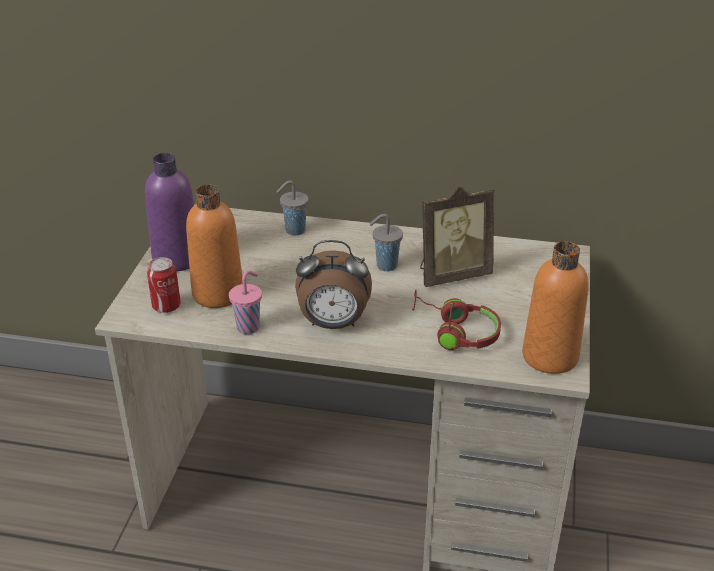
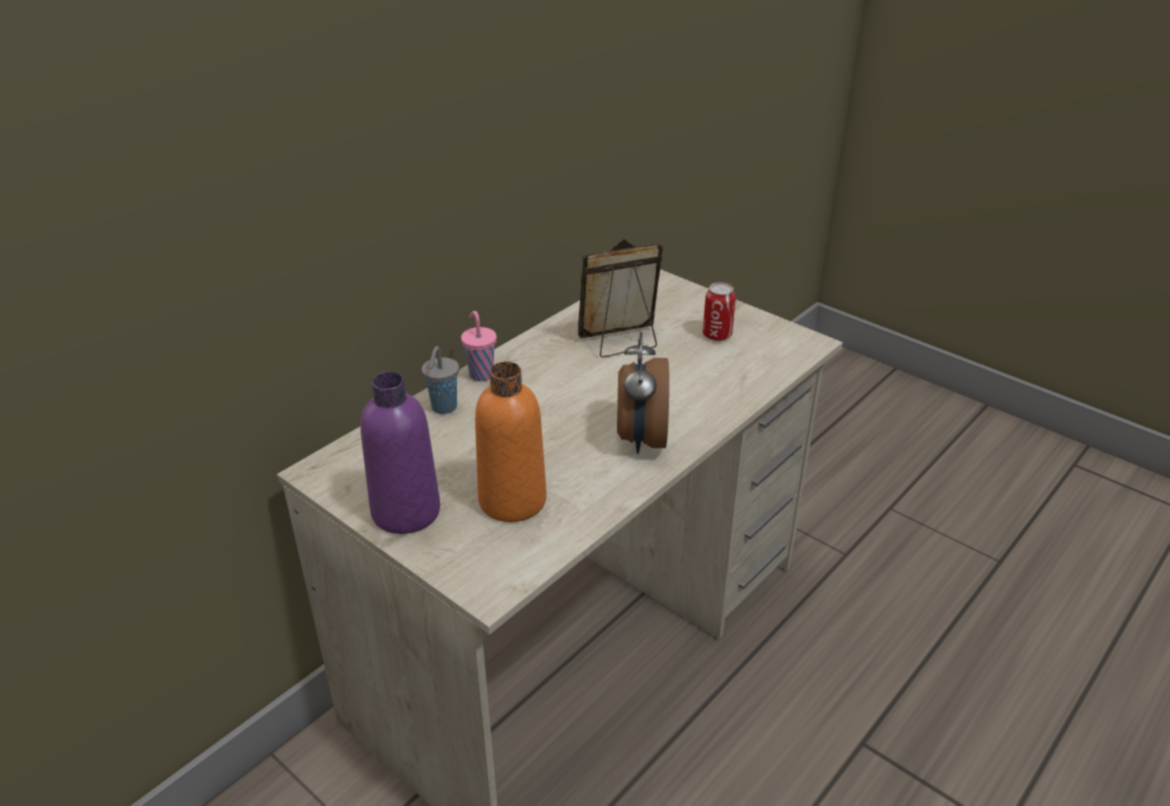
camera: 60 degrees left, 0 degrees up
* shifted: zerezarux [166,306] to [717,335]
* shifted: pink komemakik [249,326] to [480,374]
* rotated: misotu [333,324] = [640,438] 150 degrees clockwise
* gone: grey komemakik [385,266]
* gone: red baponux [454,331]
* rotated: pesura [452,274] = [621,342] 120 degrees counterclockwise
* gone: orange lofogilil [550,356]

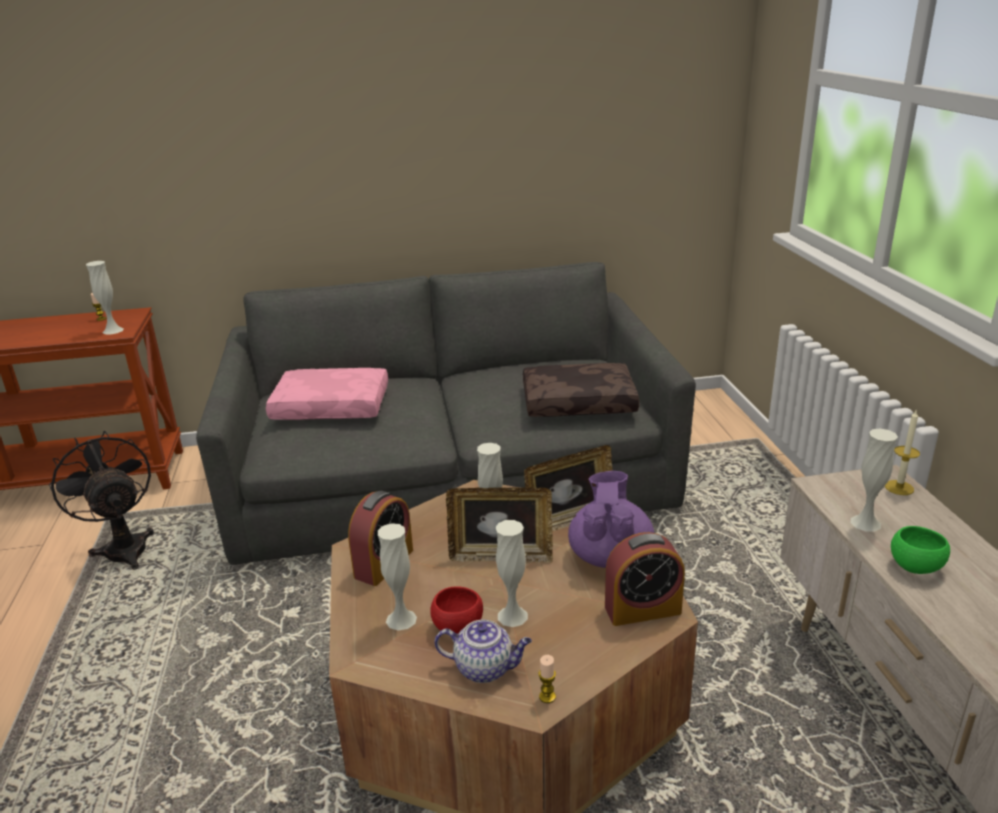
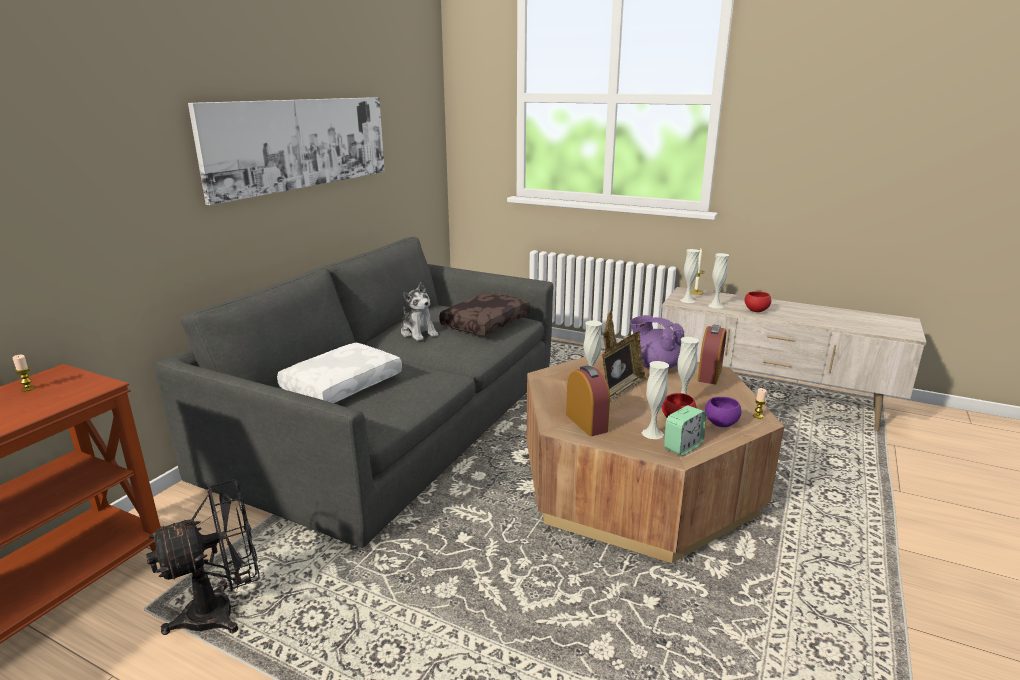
camera: 55 degrees left, 5 degrees down
* rotated: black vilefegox [123,547] = [223,611] 150 degrees clockwise
* shifted: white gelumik [113,330] to [687,300]
* repainted: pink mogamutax [332,406] to white mogamutax [342,384]
* swapped: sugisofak [485,668] to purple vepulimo [721,424]
* repainted: green vepulimo [915,567] to red vepulimo [756,310]
* new: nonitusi [301,143]
* new: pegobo [418,333]
* new: misotu [683,447]

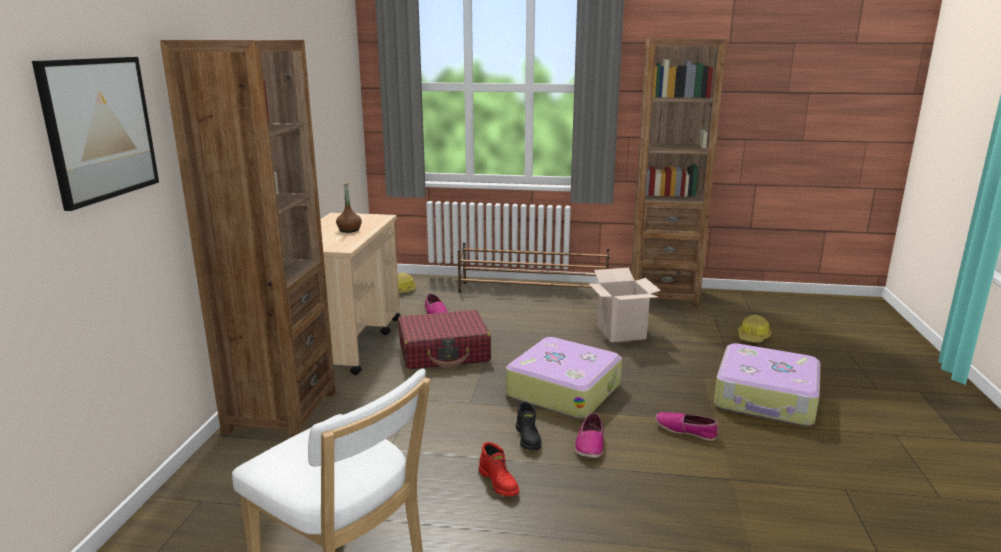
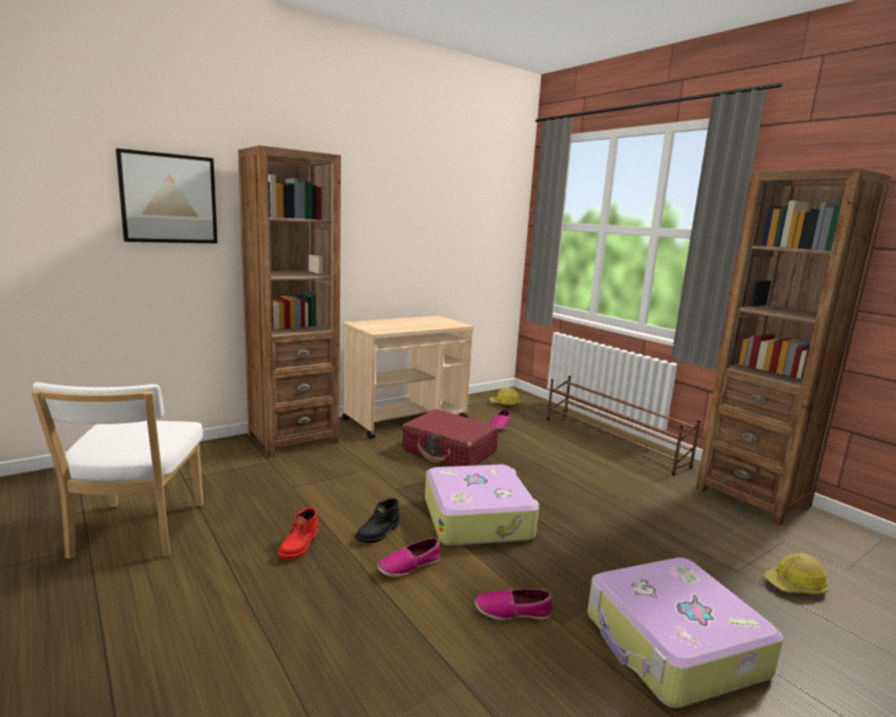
camera: 45 degrees right, 5 degrees down
* gone: brown lofogilil [349,230]
* gone: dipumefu [621,332]
* rotated: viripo [686,430] = [512,611] 75 degrees counterclockwise

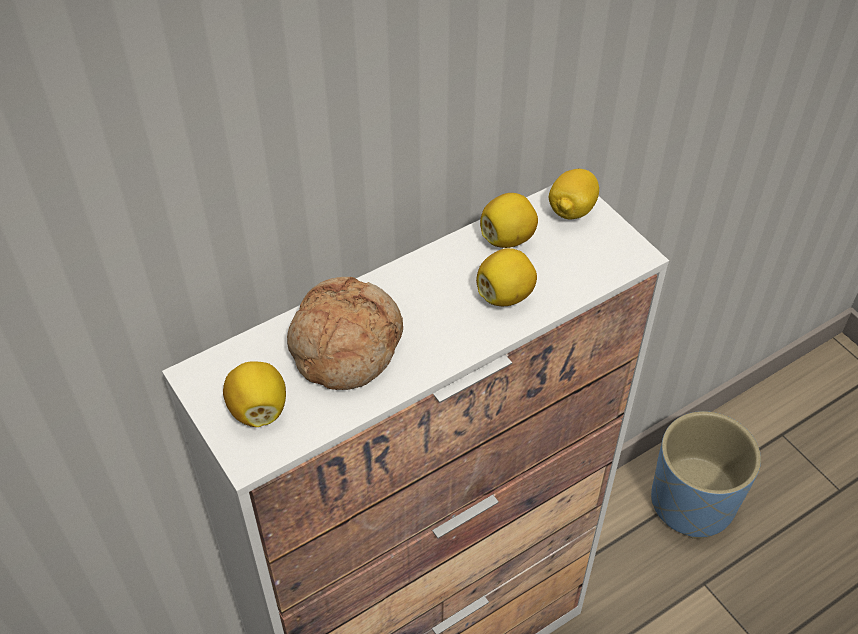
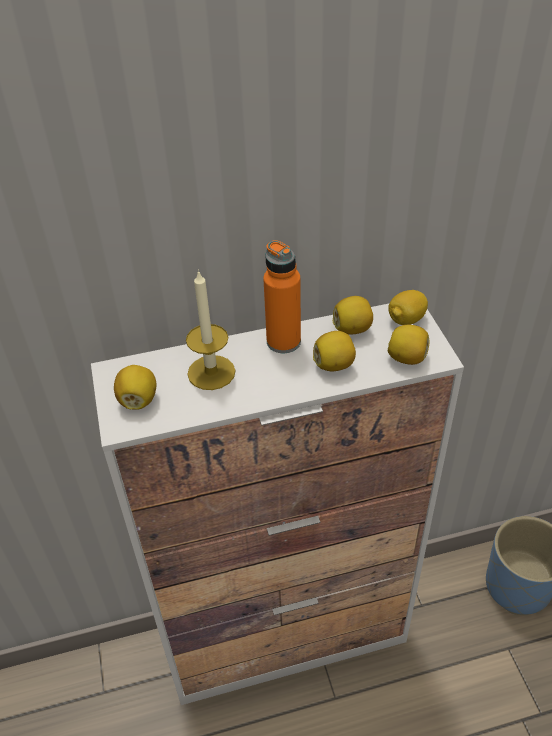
camera: 20 degrees right, 5 degrees down
* swapped: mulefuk [344,344] to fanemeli [211,372]
* new: orange lofogilil [283,342]
* new: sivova [407,358]

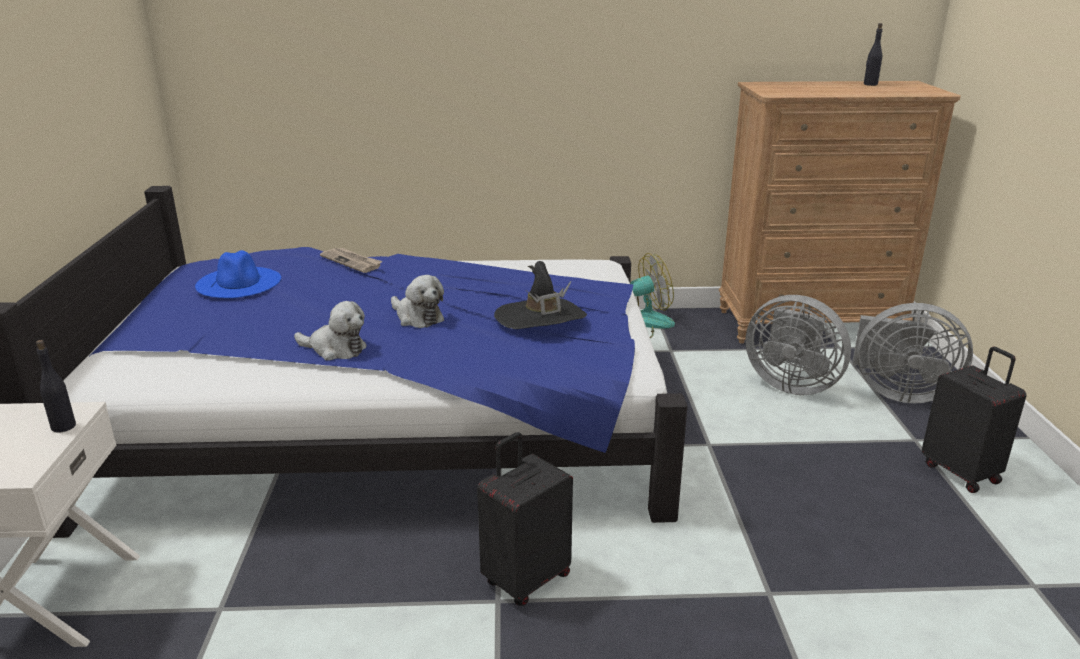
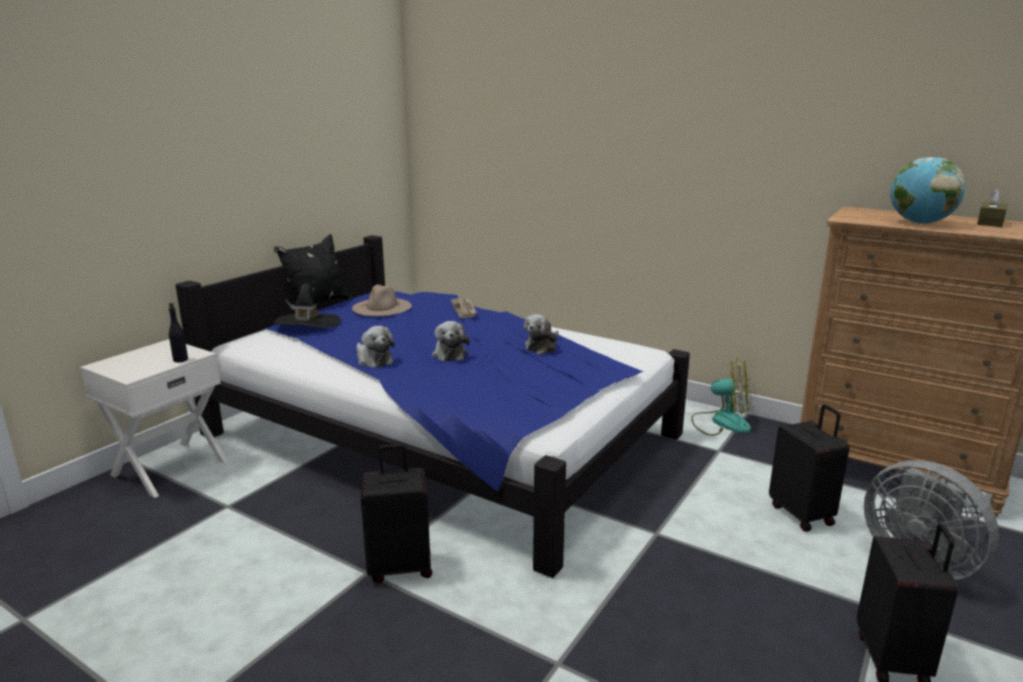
camera: 35 degrees right, 5 degrees down
* repainted: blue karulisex [239,282] to beige karulisex [382,307]
* shifted: black karulisex [540,318] to [307,324]
* swapped: grey vilefegox [791,384] to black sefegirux [802,514]
* swapped: black lofogilil [870,84] to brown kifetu [990,222]
* new: black mogamutax [317,305]
* new: pegobo [542,347]
* new: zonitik [920,223]

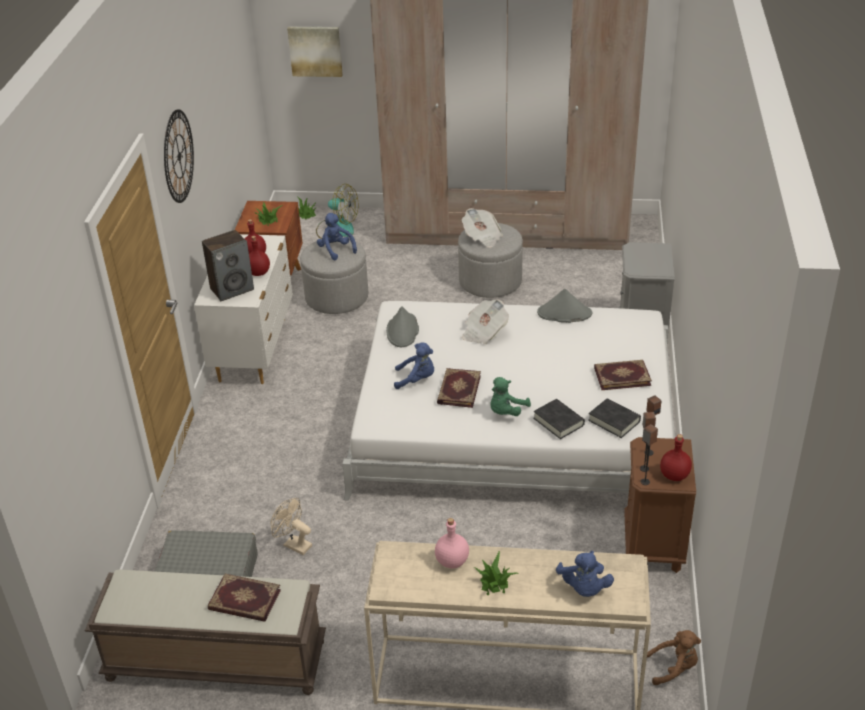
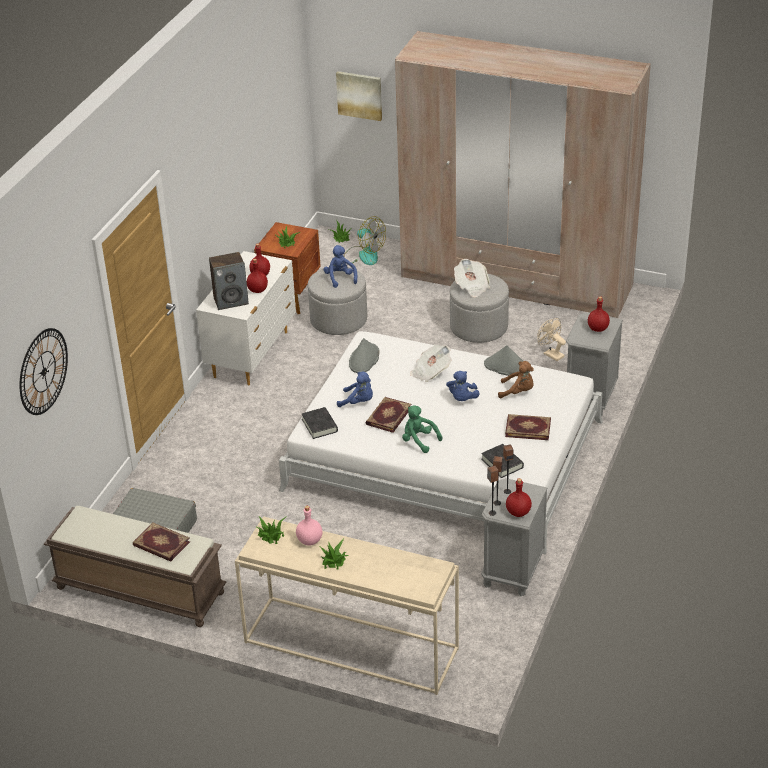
camera: 15 degrees right, 0 degrees up
* shifted: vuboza [178,156] to [43,371]
* shifted: beige vilefegox [293,544] to [551,354]
* rotated: green pegobo [506,412] = [419,441] 75 degrees clockwise
* shifted: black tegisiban [558,422] to [319,425]
* shifted: blue pegobo [584,588] to [462,399]
* repainted: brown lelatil [653,546] to grey lelatil [512,572]
* shifted: brown pegobo [674,668] to [518,392]
* new: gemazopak [271,535]
* new: red lofogilil [598,329]

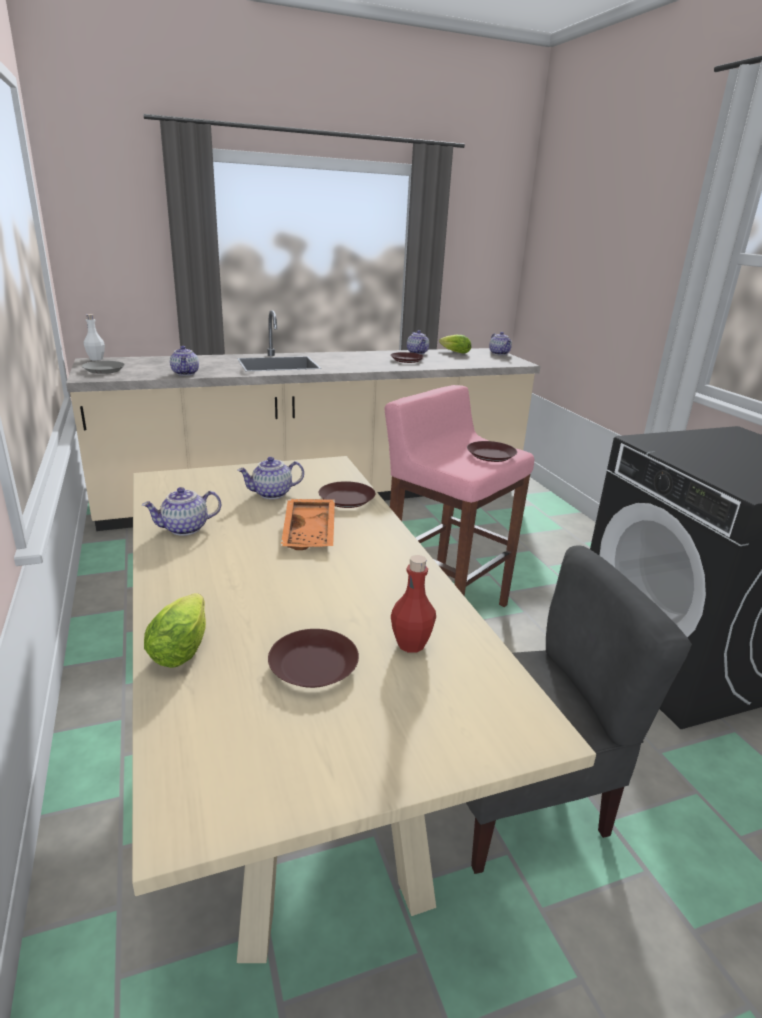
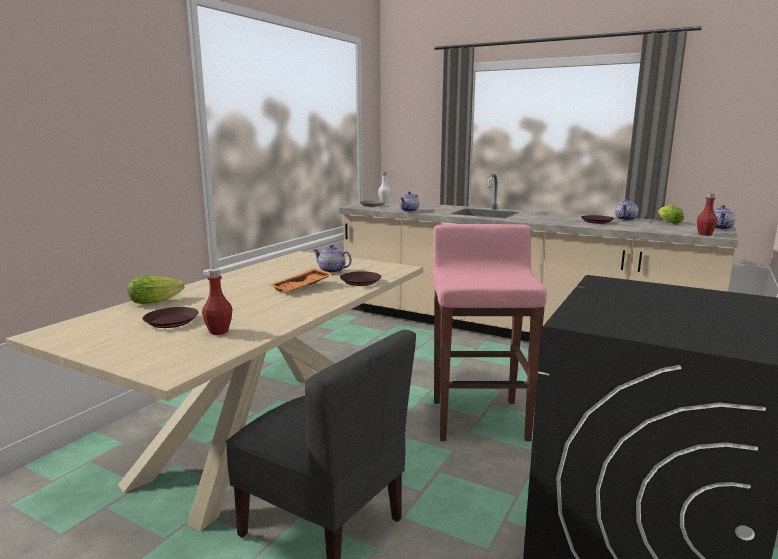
camera: 50 degrees right, 10 degrees down
* gone: sugisofak [185,529]
* gone: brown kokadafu [491,455]
* new: red lofogilil [704,234]

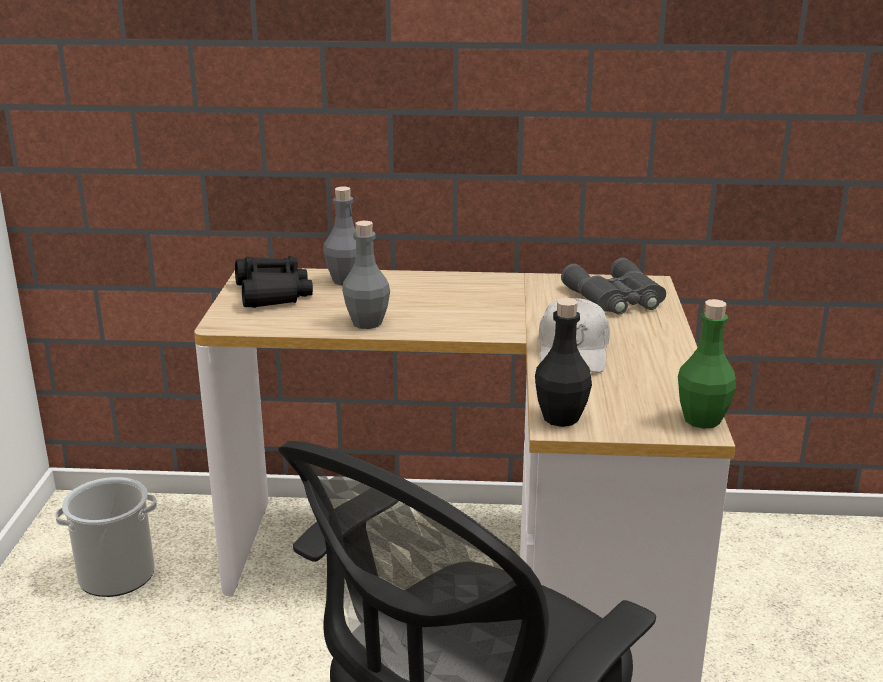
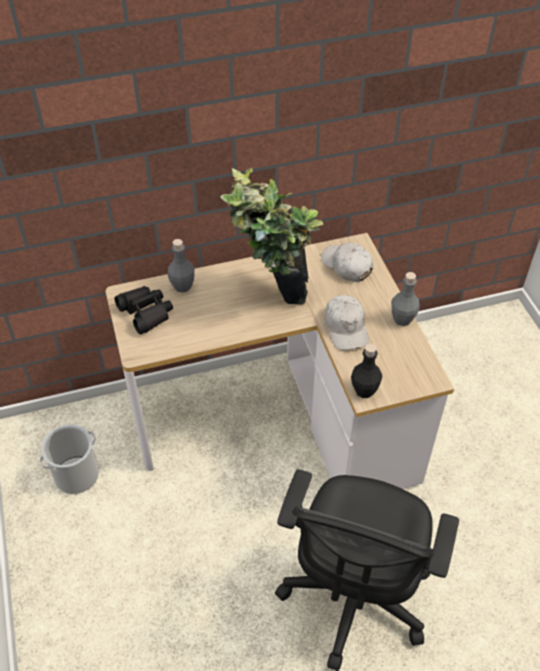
camera: 20 degrees left, 25 degrees up
* shifted: grey lofogilil [367,323] to [402,319]
* swapped: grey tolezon [615,298] to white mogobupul [347,266]
* gone: green lofogilil [702,420]
* new: gemazopak [272,297]

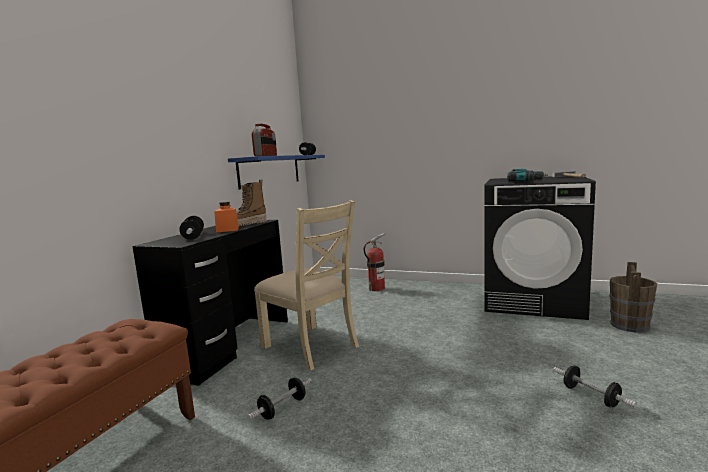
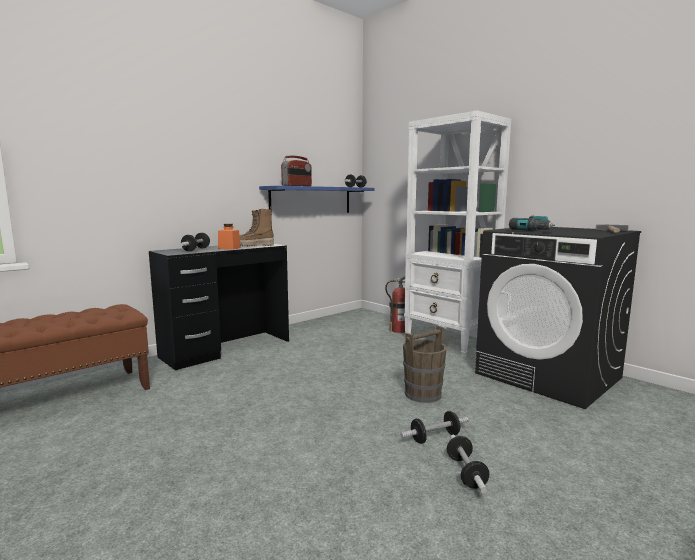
camera: 25 degrees right, 0 degrees up
* shifted: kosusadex [282,408] to [435,437]
* gone: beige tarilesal [311,346]
* shifted: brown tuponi [629,325] to [423,394]
* new: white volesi [450,342]

